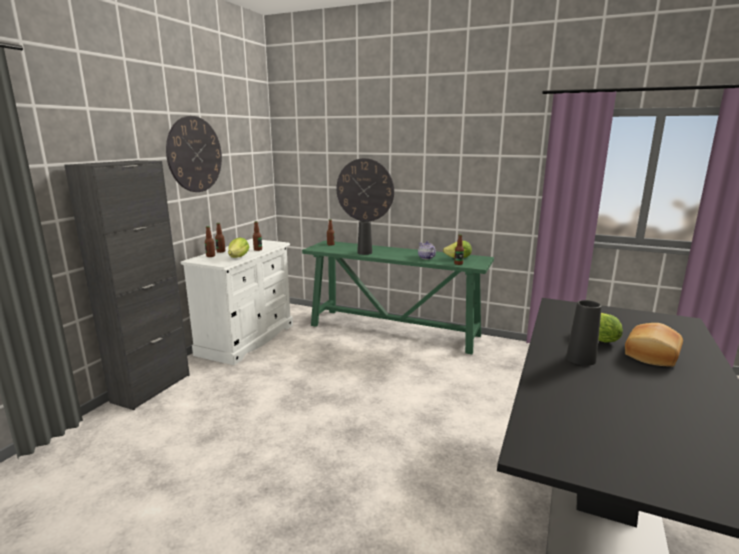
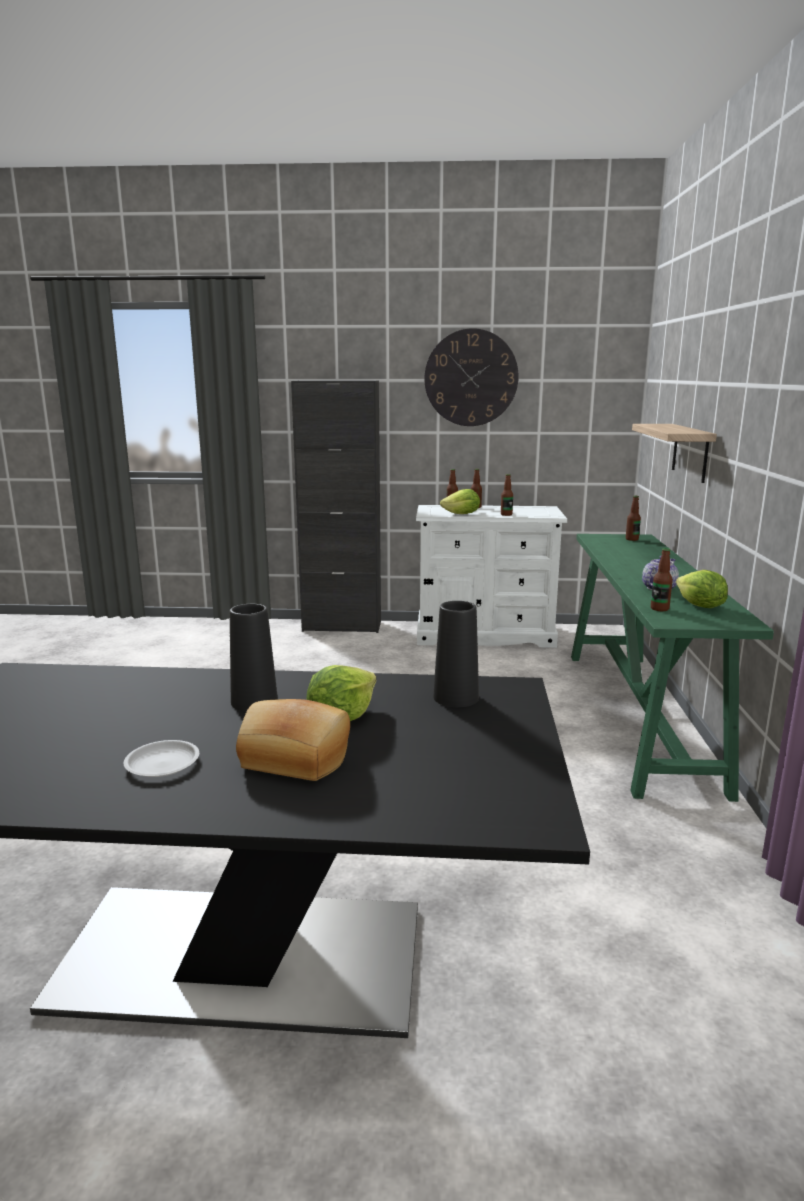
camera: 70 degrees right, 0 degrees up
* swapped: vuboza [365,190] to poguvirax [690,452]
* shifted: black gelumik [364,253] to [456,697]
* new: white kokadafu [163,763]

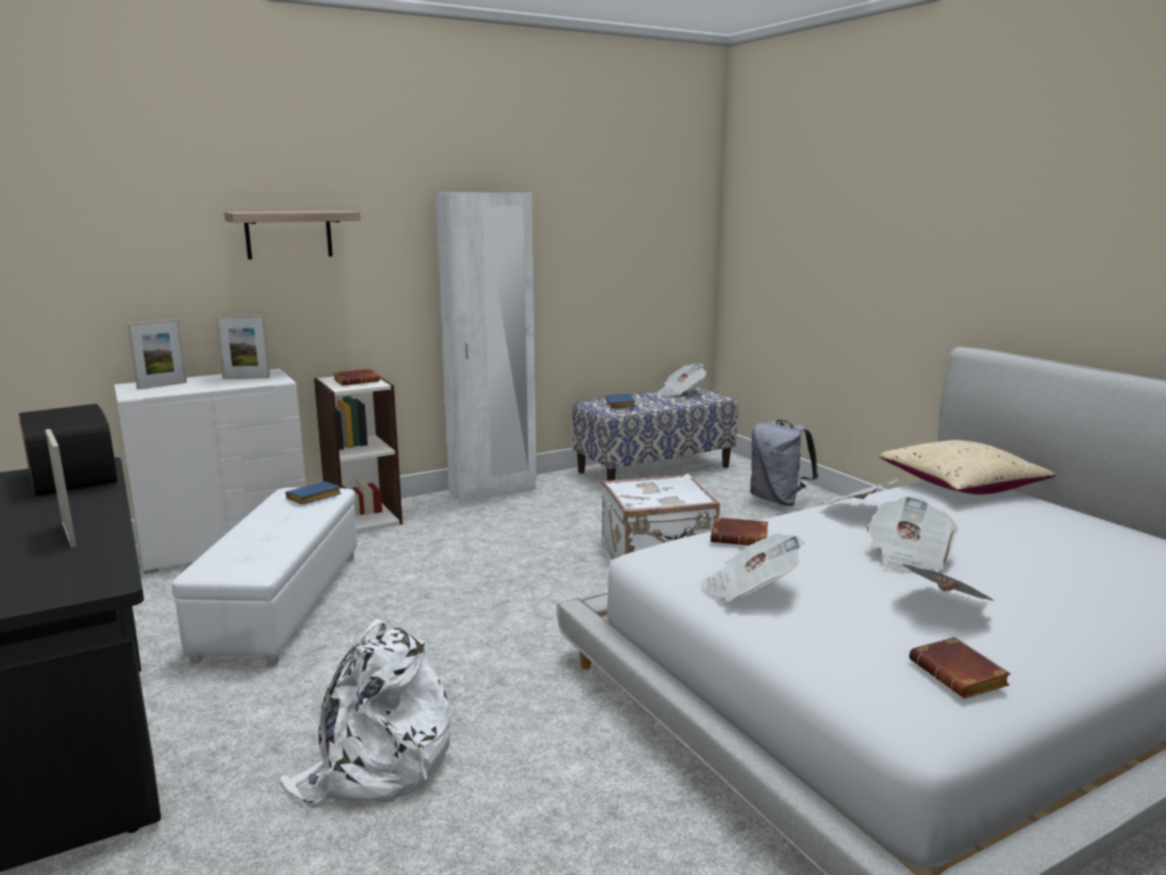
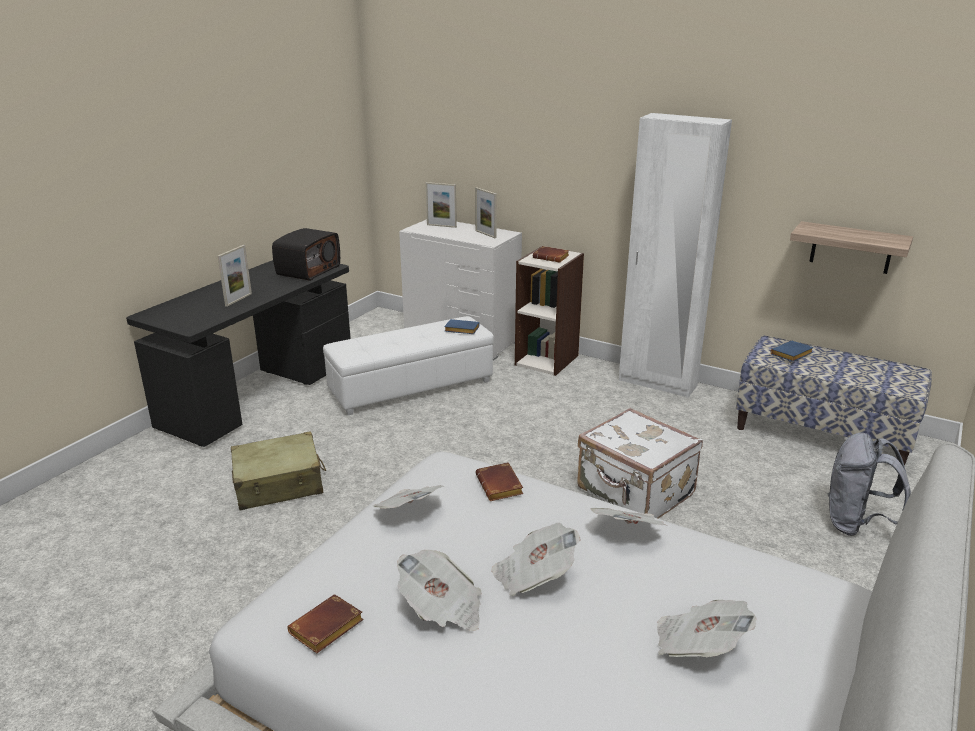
camera: 60 degrees right, 10 degrees up
* shifted: poguvirax [288,234] to [851,248]
* swapped: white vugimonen [376,766] to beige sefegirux [279,484]
* shifted: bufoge [681,392] to [698,646]
* gone: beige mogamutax [961,485]

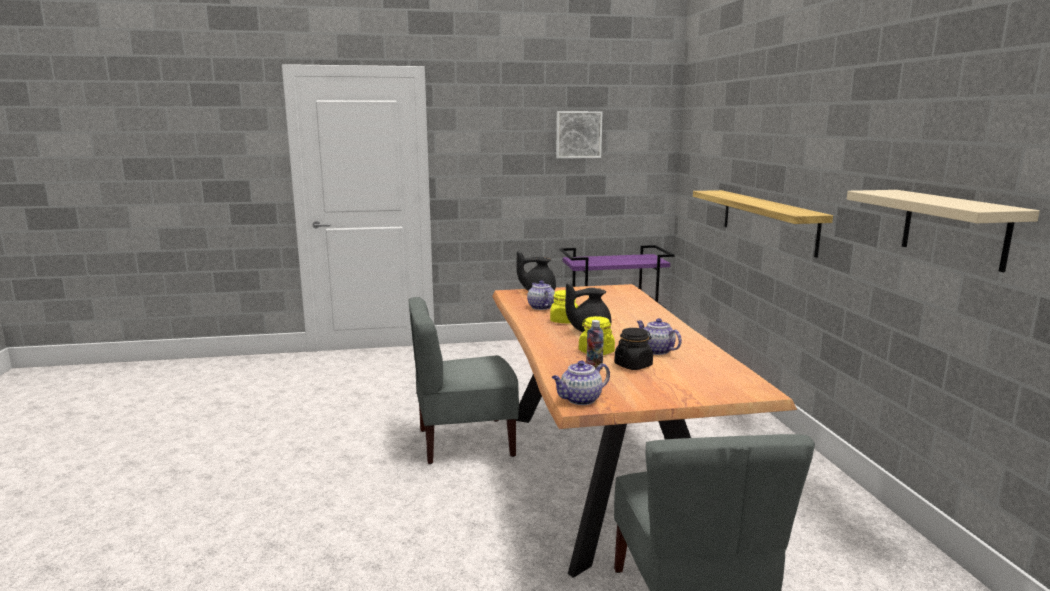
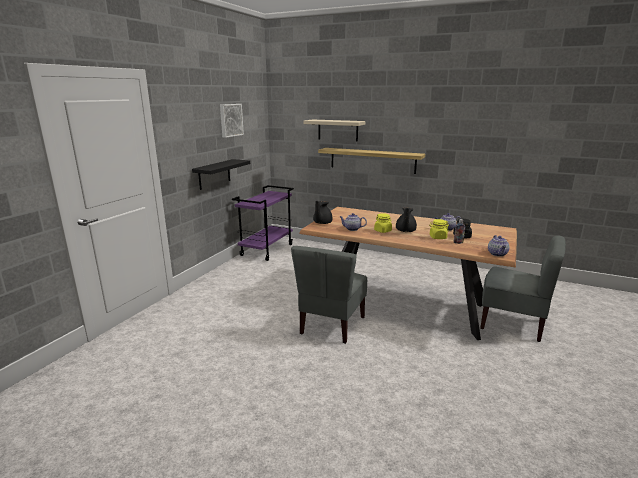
camera: 55 degrees left, 5 degrees up
* shifted: beige poguvirax [954,228] to [338,130]
* new: black poguvirax [214,174]

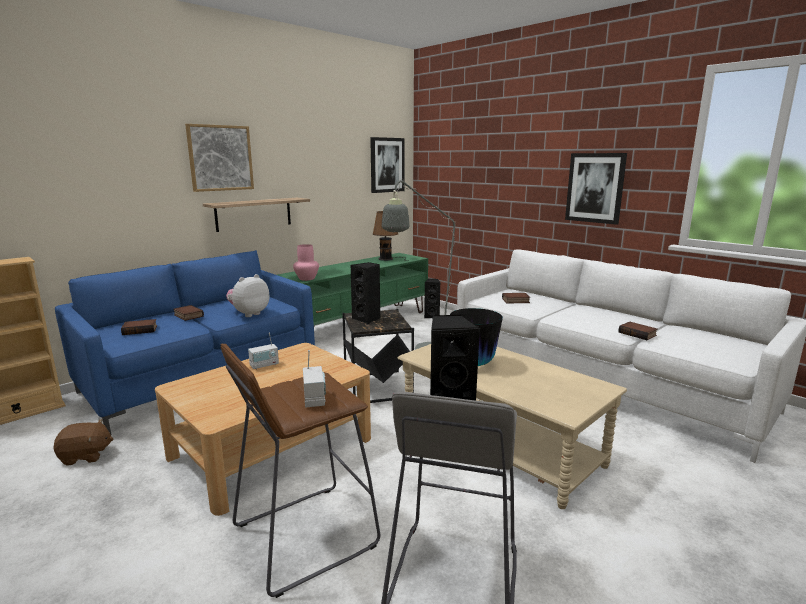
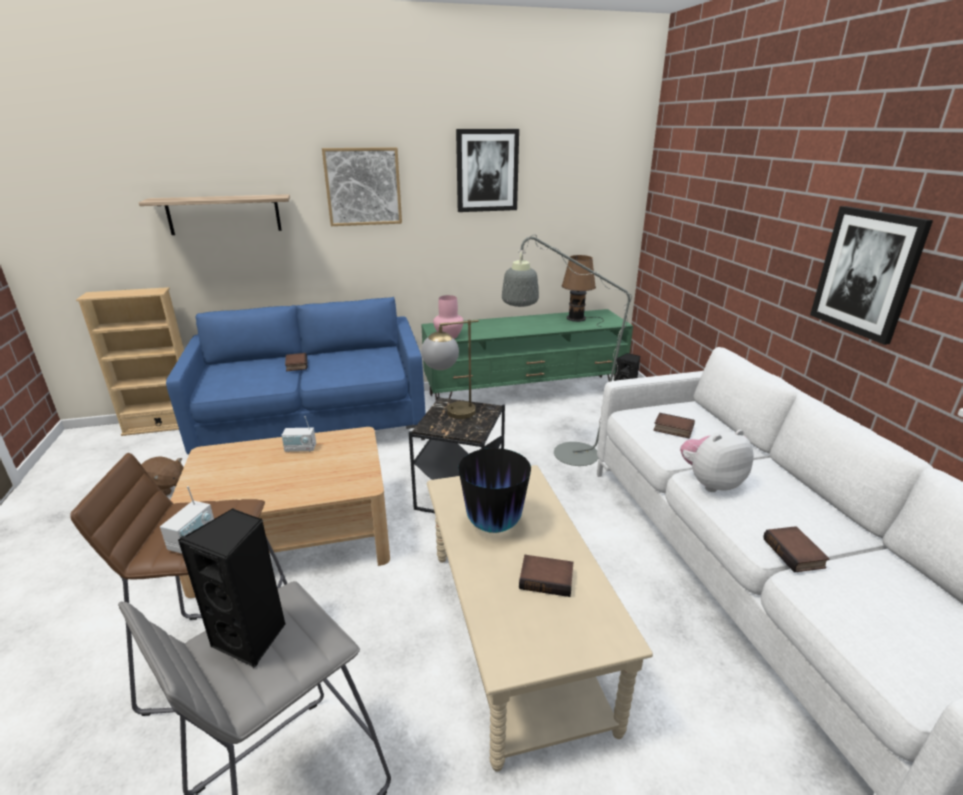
camera: 30 degrees right, 10 degrees up
* shifted: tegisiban [140,330] to [547,579]
* shifted: poguvirax [254,214] to [224,214]
* shifted: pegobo [249,314] to [710,483]
* swapped: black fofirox [367,319] to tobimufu [450,413]
* shifted: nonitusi [387,165] to [487,171]

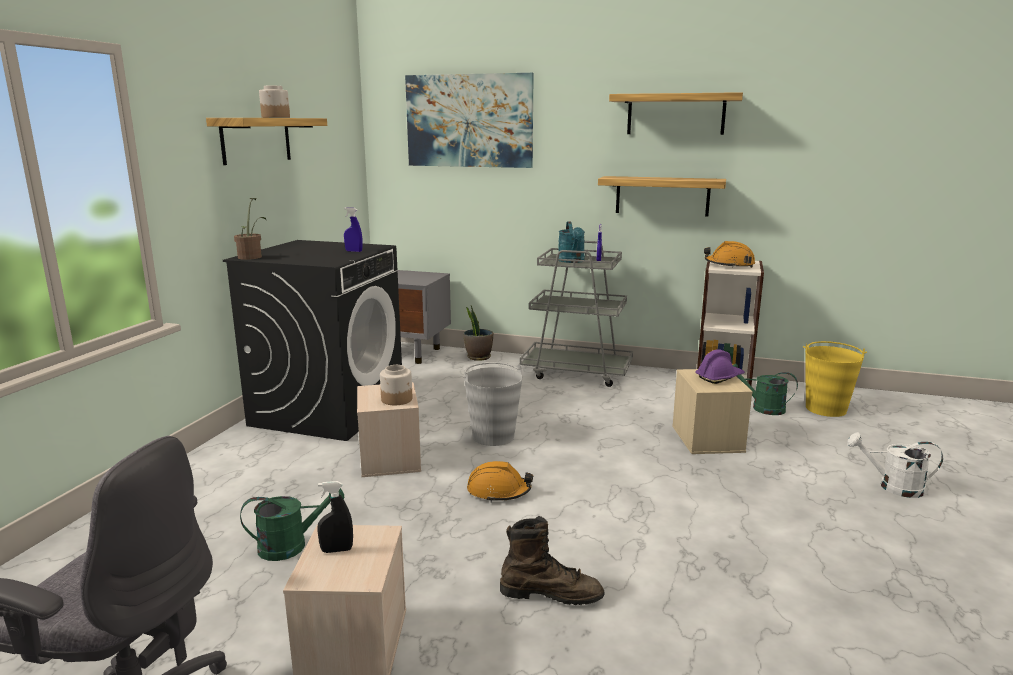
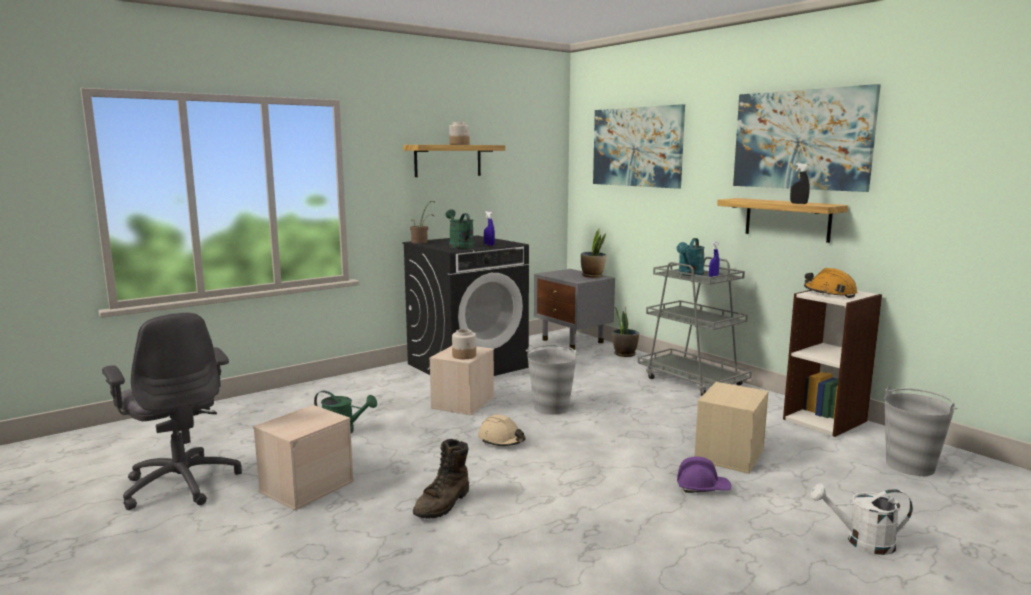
camera: 35 degrees right, 5 degrees down
* shifted: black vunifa [337,550] to [798,203]
* repainted: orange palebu [498,491] to beige palebu [501,440]
* rotated: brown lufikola [551,594] = [443,504] 75 degrees clockwise
* swapped: poguvirax [675,114] to nonitusi [801,140]
* shifted: purple palebu [719,377] to [702,487]
* shifted: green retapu [762,408] to [459,246]
* repainted: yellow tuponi [826,409] to grey tuponi [910,466]
* rotated: white retapu [892,487] = [861,542] 45 degrees counterclockwise
* new: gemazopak [592,276]

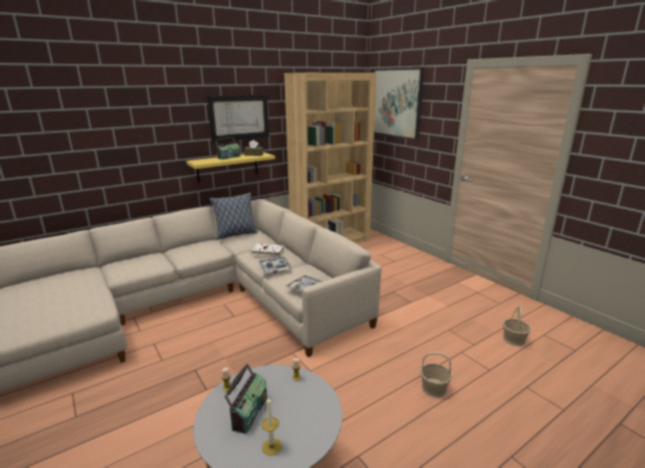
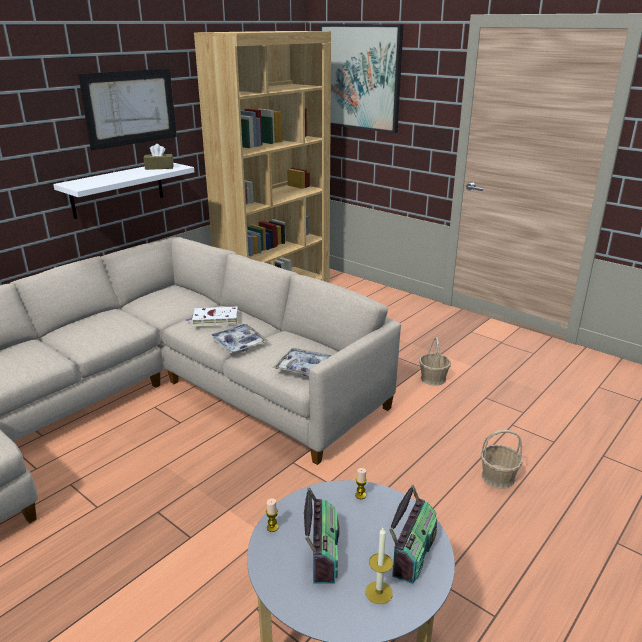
camera: 15 degrees left, 5 degrees up
* repainted: yellow poguvirax [227,167] to white poguvirax [118,189]
* gone: mogamutax [235,234]
* shifted: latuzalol [228,157] to [411,553]
* shifted: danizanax [514,339] to [433,378]

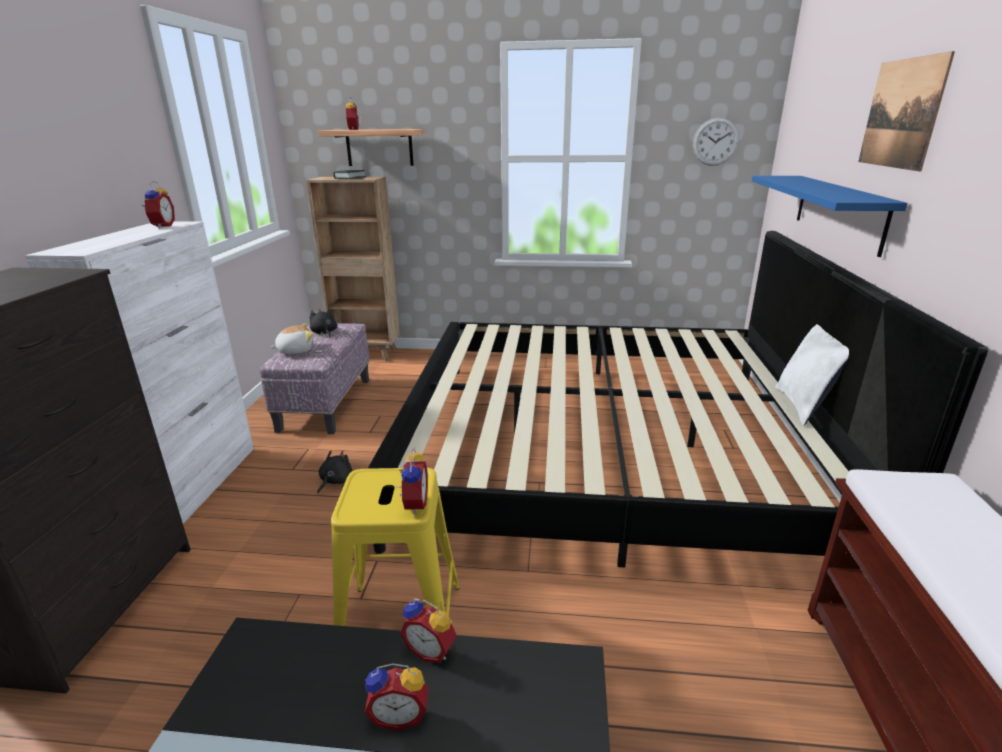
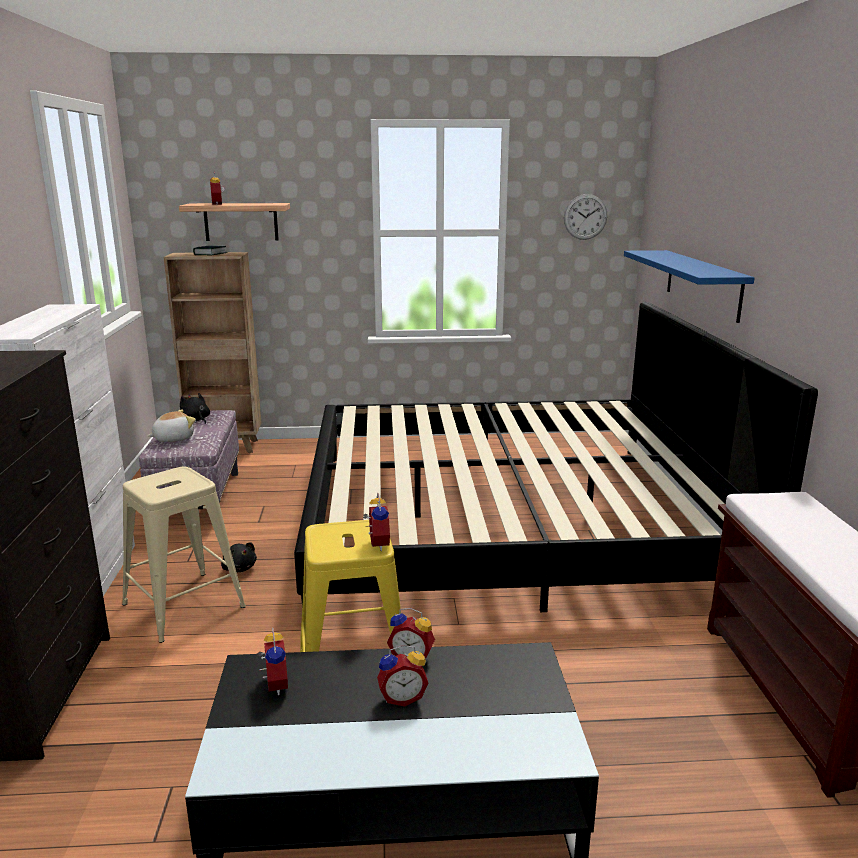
camera: 10 degrees left, 5 degrees down
* shifted: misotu [161,226] to [273,685]
* rotated: black pegobo [335,481] = [239,568] 120 degrees clockwise
* gone: white mogamutax [804,406]
* gone: nonitusi [901,113]
* new: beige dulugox [183,606]

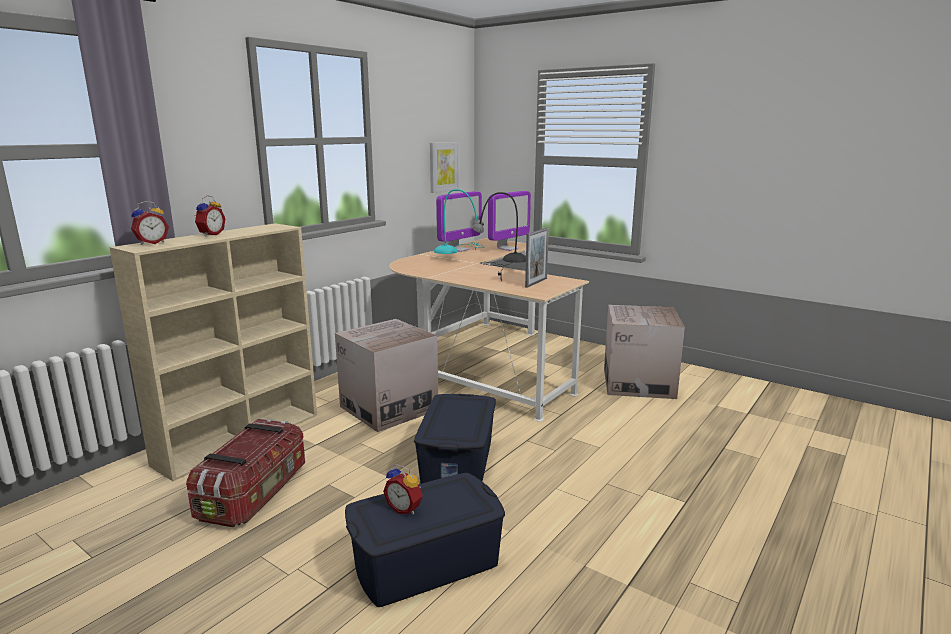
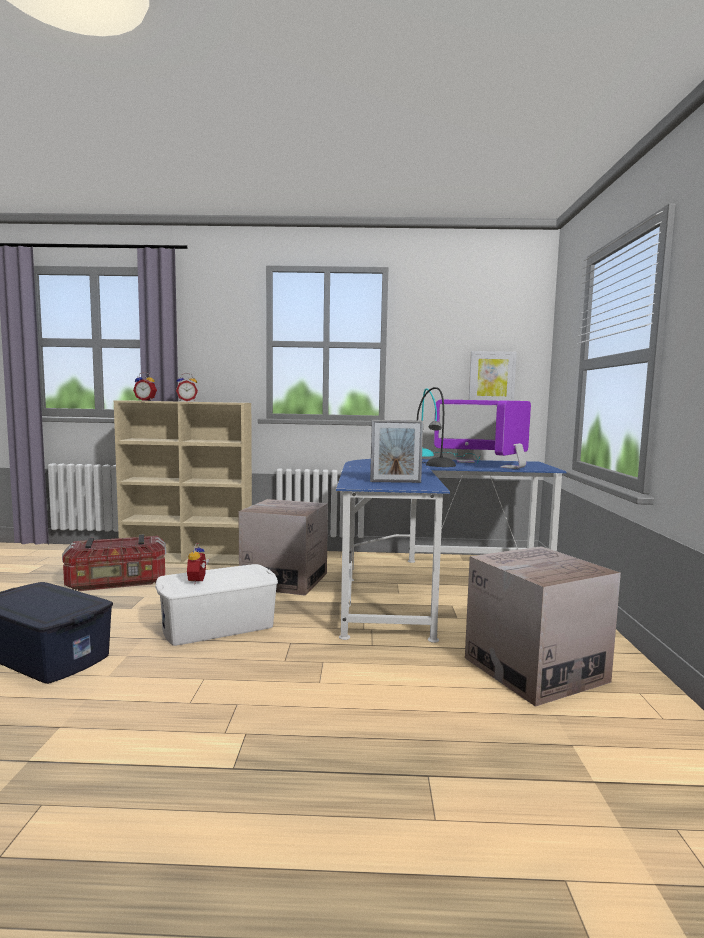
camera: 55 degrees right, 10 degrees down
* shifted: misotu [405,508] to [199,581]
* repainted: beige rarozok [479,364] to blue rarozok [426,585]
* repainted: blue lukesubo [458,461] to white lukesubo [218,625]
* rotated: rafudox [507,248] = [513,467] 120 degrees clockwise

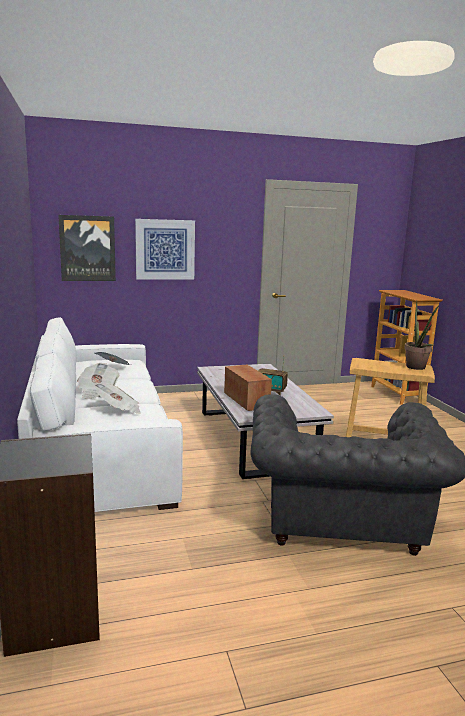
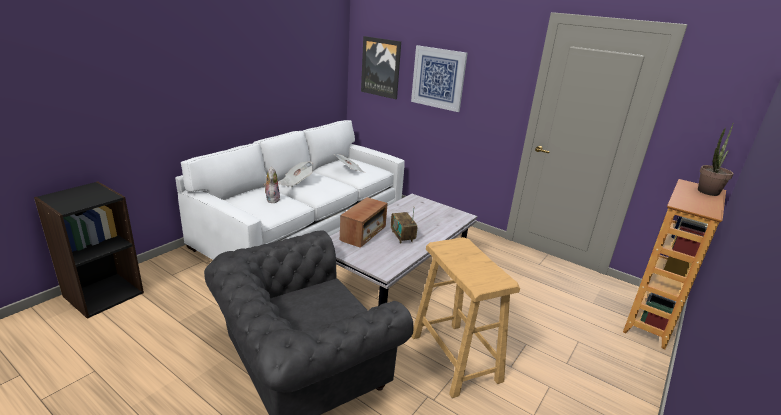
camera: 50 degrees right, 10 degrees up
* swapped: bufoge [119,410] to pegobo [272,199]
* shifted: gemazopak [417,368] to [706,193]

